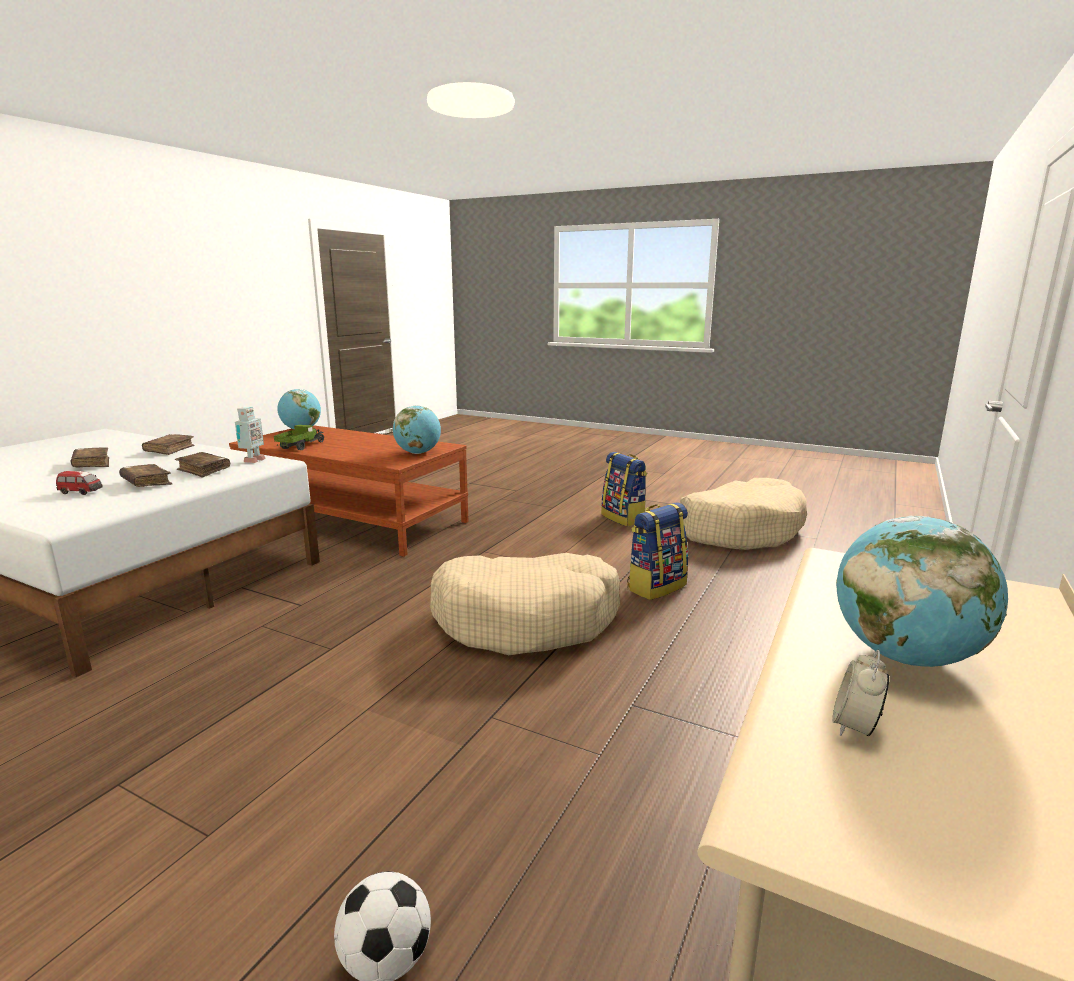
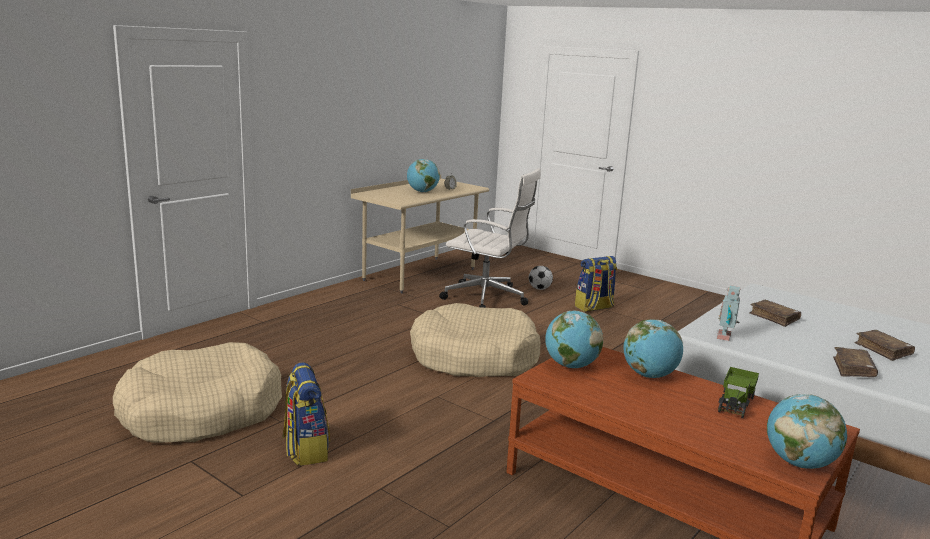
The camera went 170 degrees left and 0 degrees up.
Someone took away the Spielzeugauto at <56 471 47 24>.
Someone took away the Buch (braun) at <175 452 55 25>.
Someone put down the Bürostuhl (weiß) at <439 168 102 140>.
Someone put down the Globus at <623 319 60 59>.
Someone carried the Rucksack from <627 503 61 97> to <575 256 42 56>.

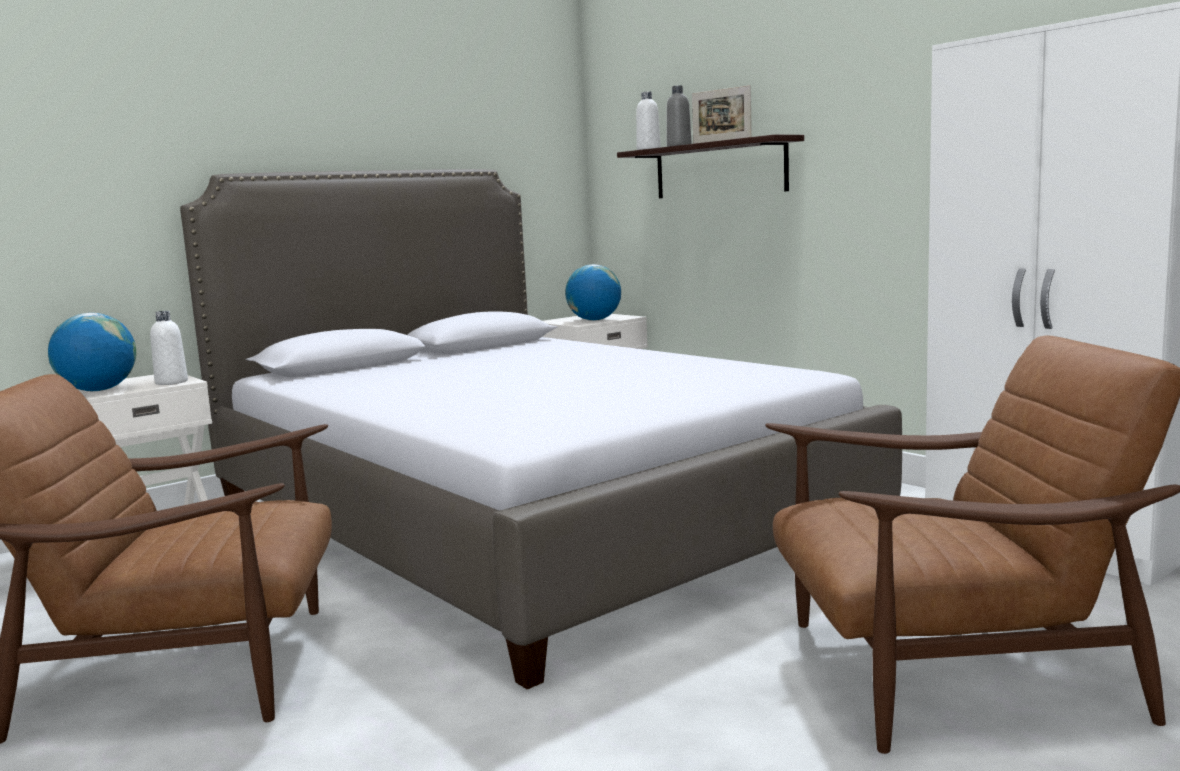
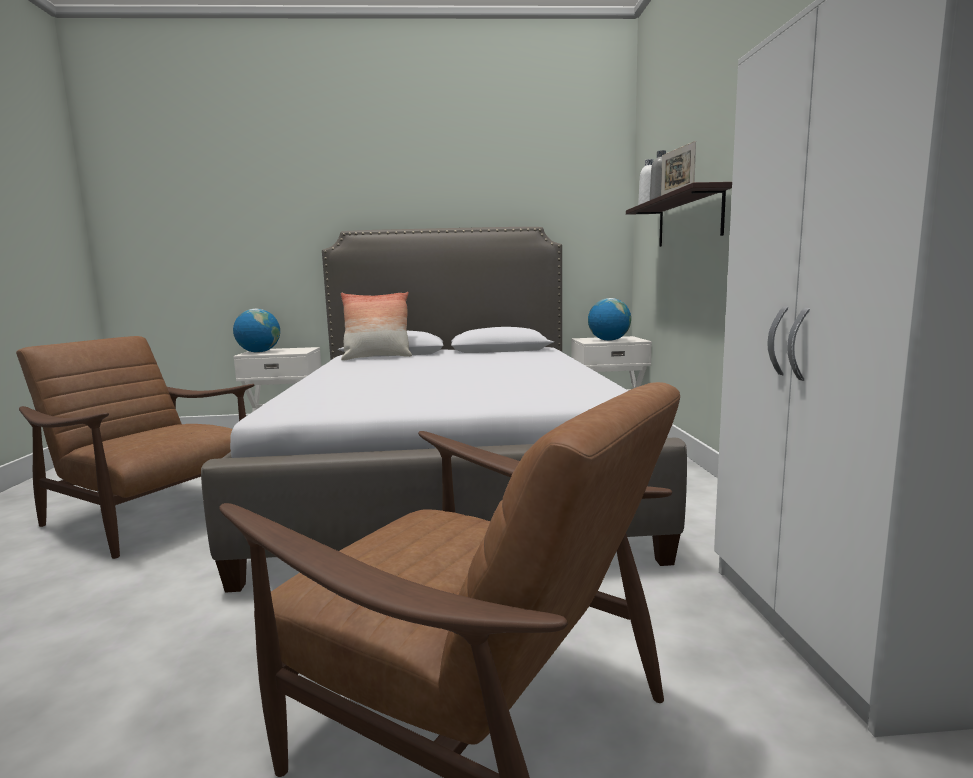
The camera went 35 degrees right and 0 degrees up.
Someone took away the Flasche (weiß) at <150 311 38 74>.
Someone put down the Kissen at <341 292 71 69>.

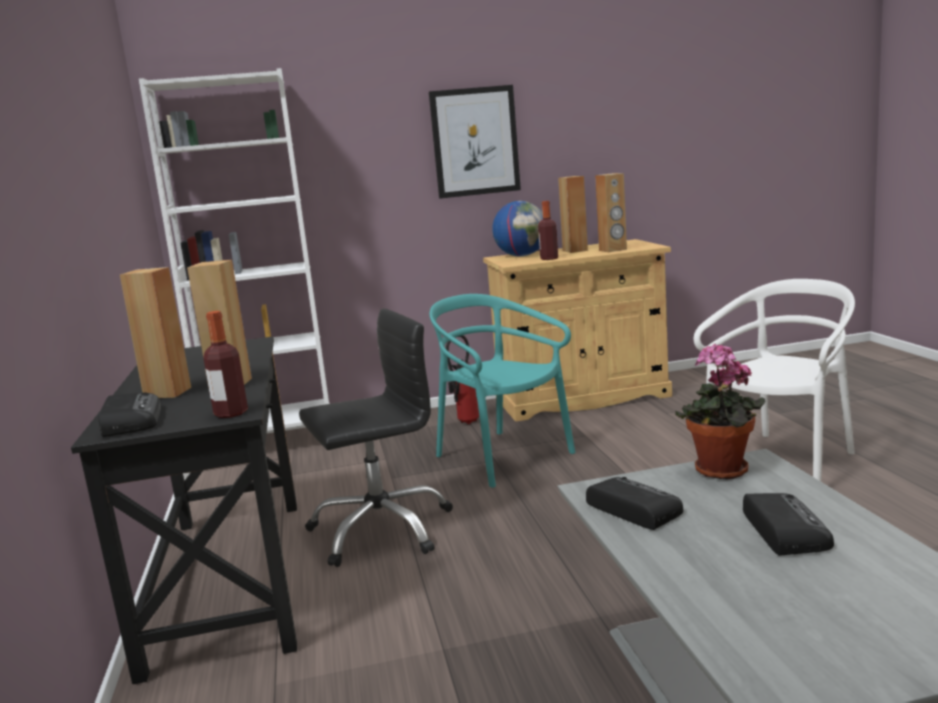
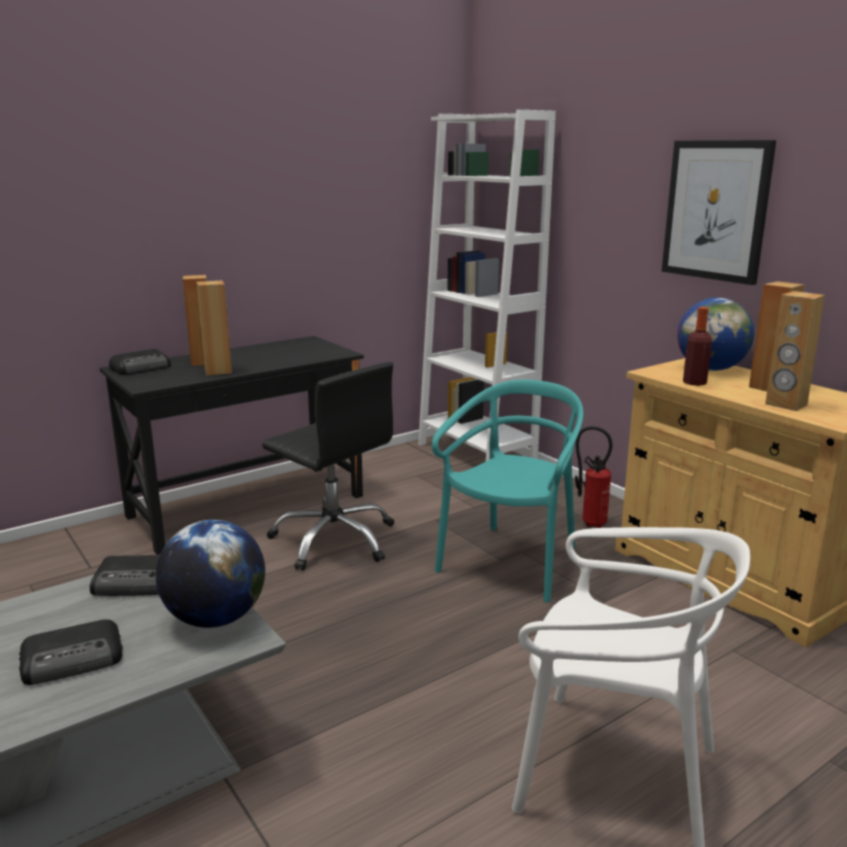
The camera went 65 degrees right and 5 degrees up.
Someone took away the Flasche at <203 311 45 107>.
Someone swapped the Topfpflanze at <675 344 90 136> for the Globus at <156 520 109 108>.
Someone rotated the Radio at <586 477 97 53> by 60 degrees clockwise.

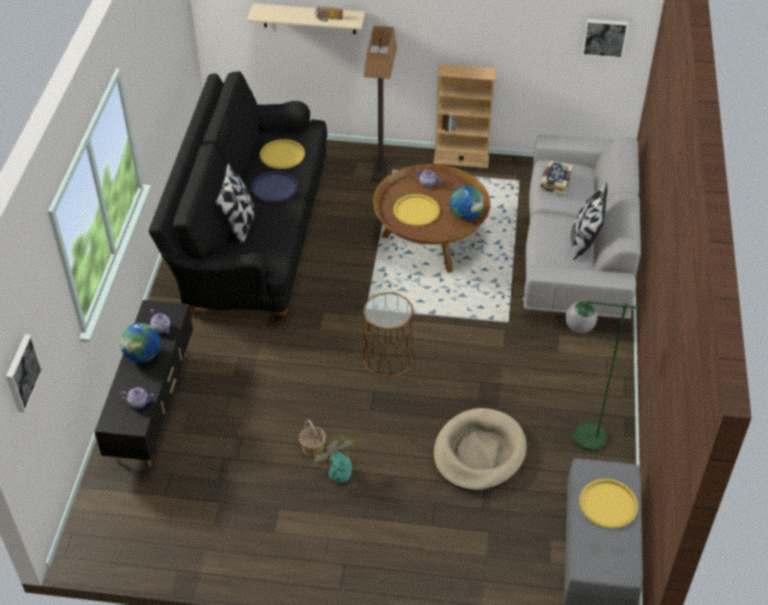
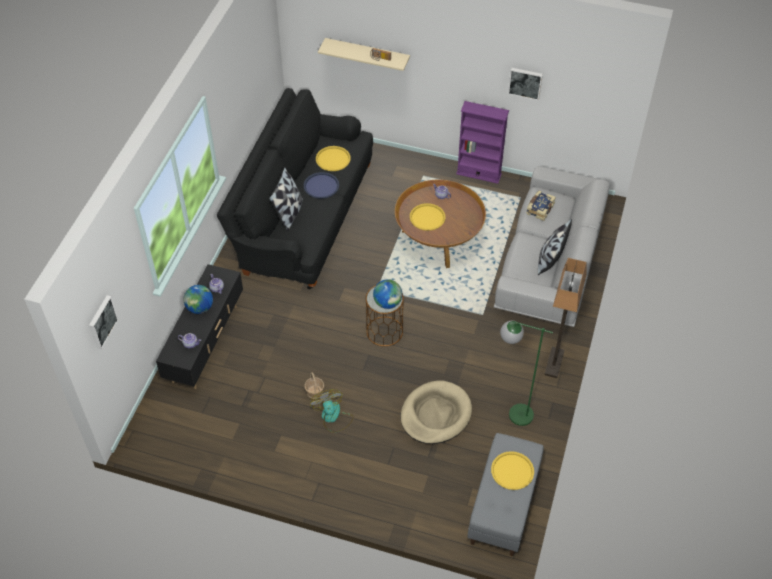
The camera went 10 degrees right and 5 degrees up.
Someone carried the Stehlampe from <364 25 33 157> to <545 258 41 120>.
Someone carried the Globus from <450 185 34 35> to <373 279 29 30>.
Someone carried the Bild from <582 19 46 39> to <508 68 35 33>.
Someone repainted the Bücherregal (beige) at <433 64 63 104>, which became the Bücherregal (lila) at <456 101 53 83>.

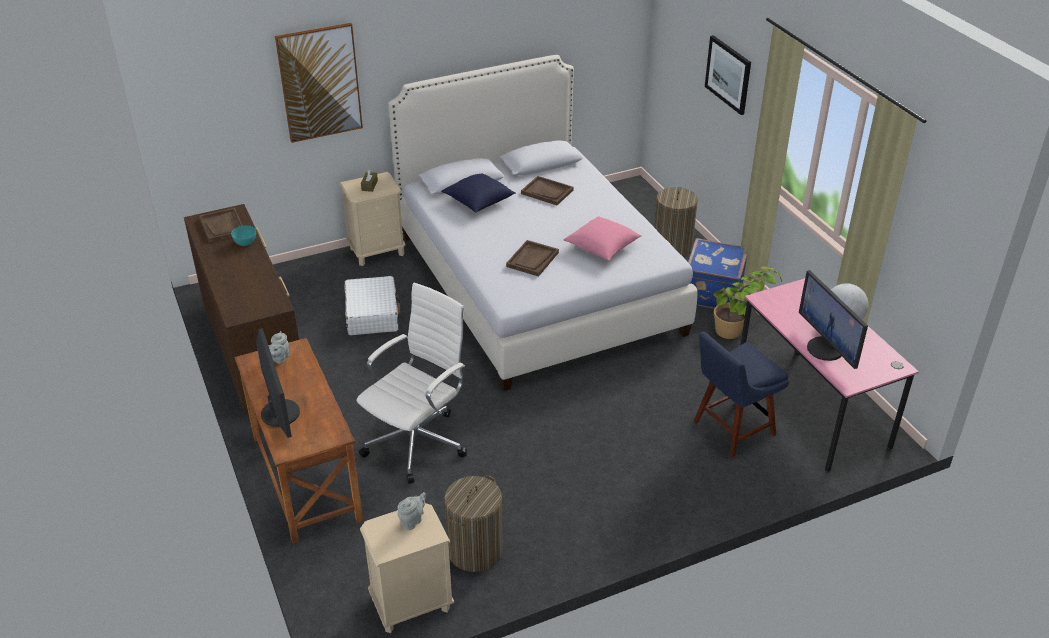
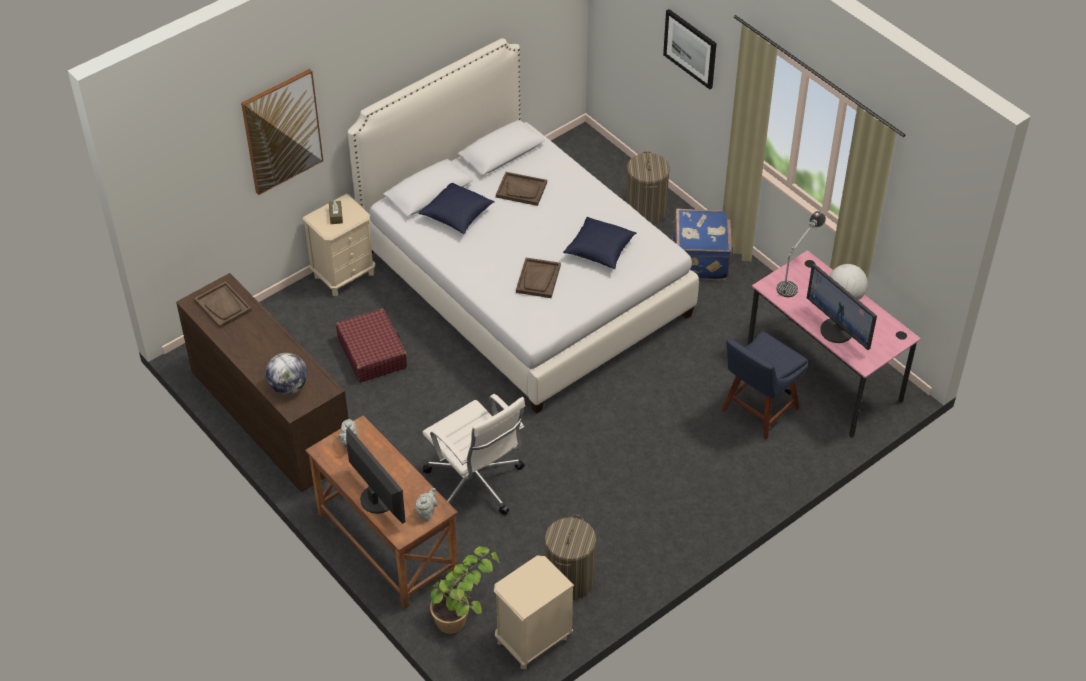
The camera went 15 degrees left and 10 degrees up.
Someone took away the Schüssel (türkis) at <231 226 25 20>.
Someone put down the Globus at <265 353 43 42>.
Someone put down the Tischlampe at <776 211 50 86>.
Someone carried the Teekanne (grau) from <397 492 29 38> to <416 488 21 34>.
Someone carried the Topfpflanze from <714 266 68 73> to <428 546 73 88>.
Someone repainted the Koffer (weiß) at <345 276 55 59>, which became the Koffer (rot) at <336 308 71 74>.
Someone repainted the Kissen (rosa) at <564 216 78 45>, which became the Kissen (blau) at <563 217 73 52>.
Someone rotated the Bürostuhl (weiß) at <357 283 110 201> by 120 degrees clockwise.

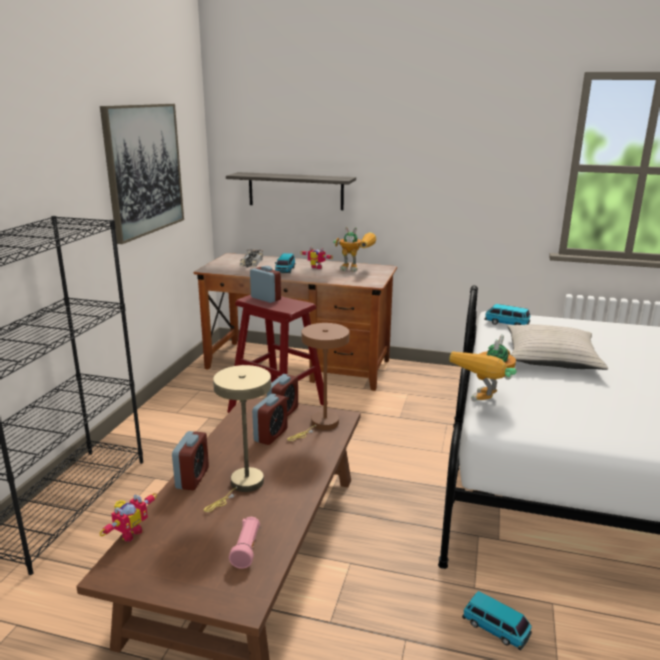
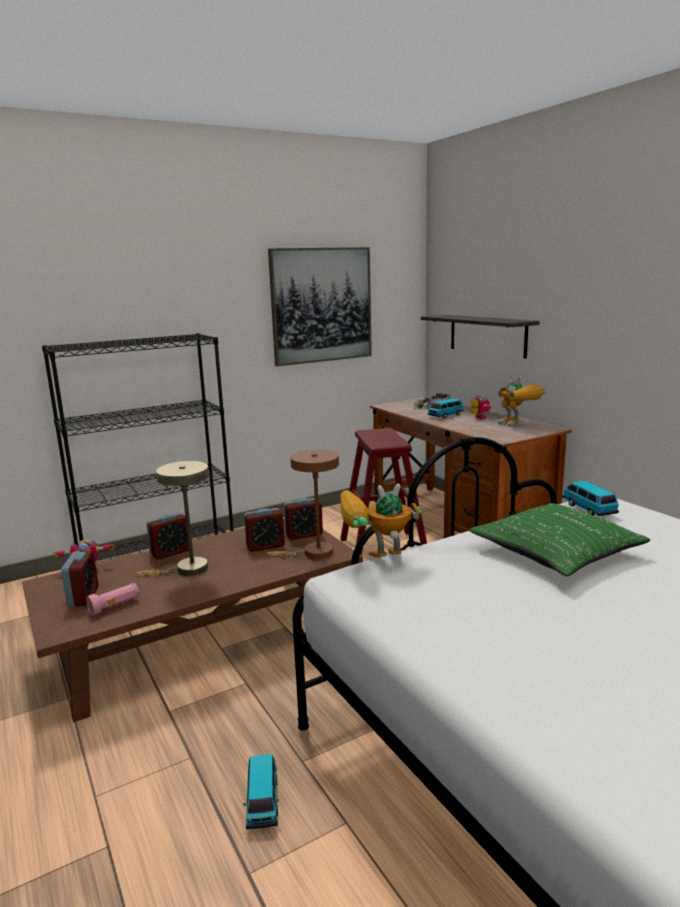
The camera went 45 degrees right and 5 degrees down.
Someone carried the Wecker from <250 266 31 37> to <61 550 38 57>.
Someone repainted the Kissen (beige) at <507 324 101 46>, which became the Kissen (grün) at <469 503 181 73>.

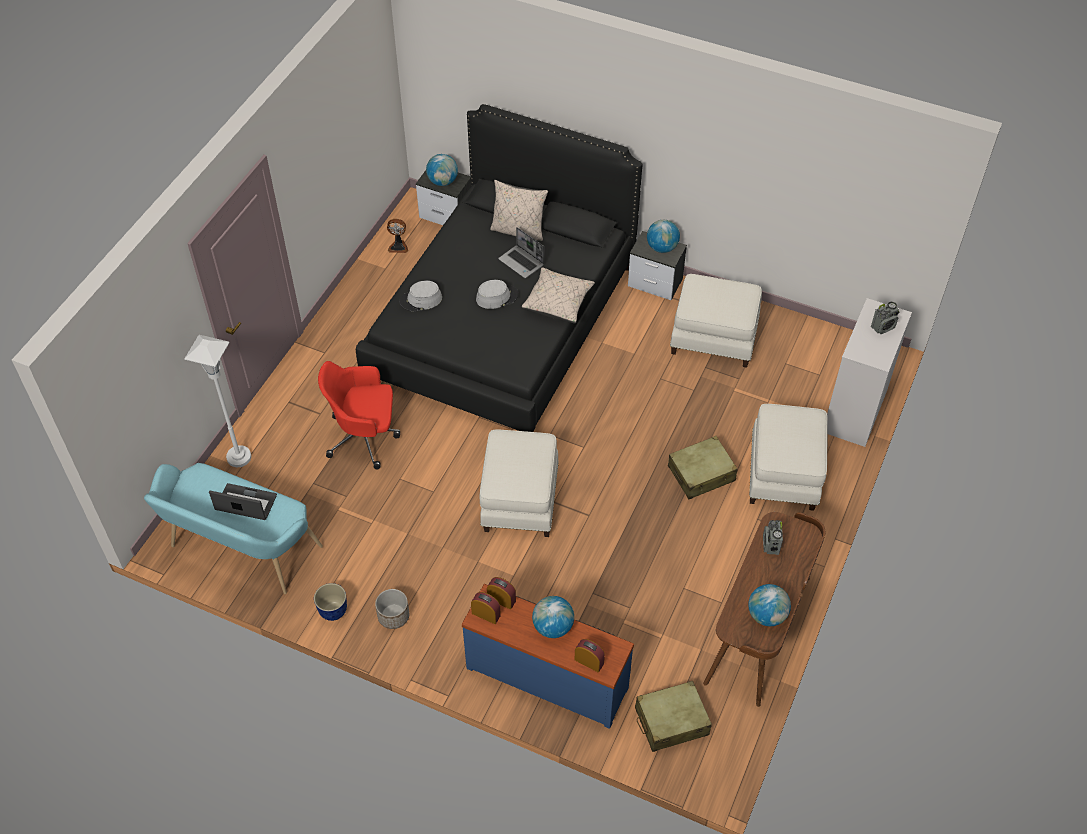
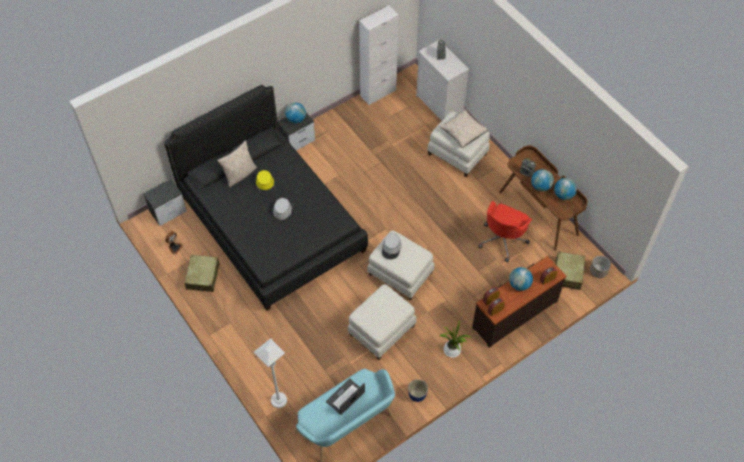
The camera went 60 degrees left and 5 degrees up.
Someone put down the Schrank (weiß) at <359 5 40 100>.
Someone put down the Topfpflanze at <439 320 33 38>.
Someone carried the Bürostuhl (rot) from <318 361 82 108> to <478 201 54 61>.
Someone carried the Pflanzkübel from <375 589 34 40> to <590 256 21 22>.
Someone carried the Hut (grau) from <399 281 43 31> to <382 233 19 26>.
Someone carried the Globus from <426 154 32 32> to <531 169 23 22>.
Someone carried the Kissen (beige) from <522 267 73 56> to <439 109 49 39>.
Someone carried the Koffer (beige) from <668 436 70 63> to <185 255 35 37>.
Someone carried the Polsterhocker (weiß) from <670 274 92 94> to <348 284 68 76>.
Someone swapped the Laptop at <498 227 46 51> for the Hut (gelb) at <256 170 19 25>.
Someone repainted the Kommode (blau) at <462 584 172 145>, which became the Kommode (braun) at <472 256 94 92>.

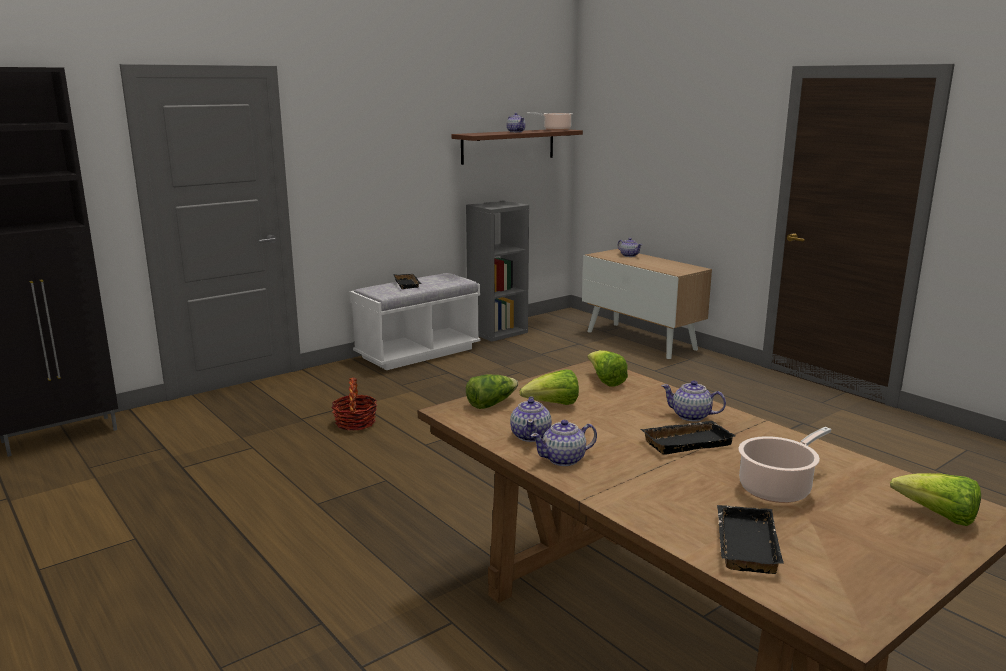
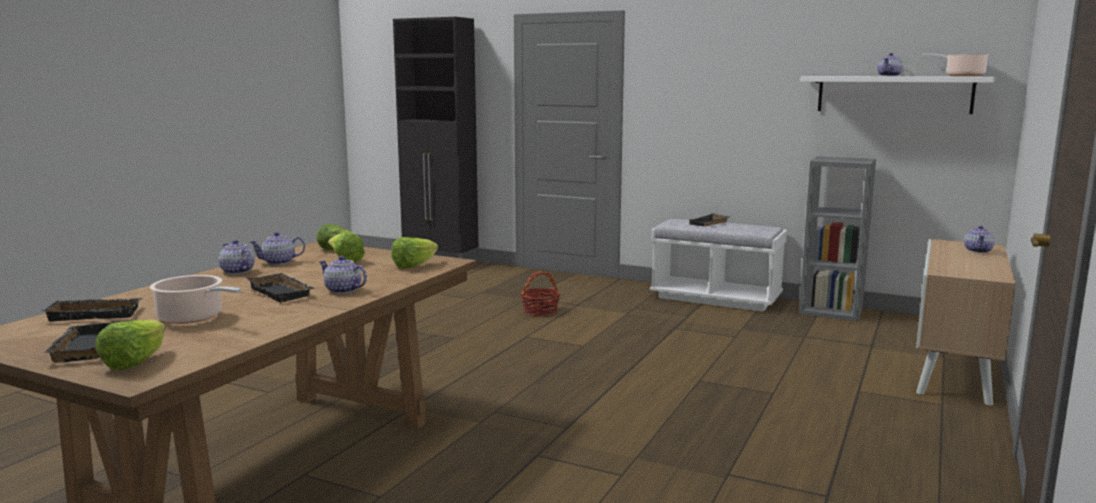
The camera went 65 degrees right and 5 degrees down.
Someone put down the Tablett (schwarz) at <44 321 77 42>.
Someone repainted the Wandregal (braun) at <451 129 132 36>, which became the Wandregal (weiß) at <800 76 195 38>.
Someone rotated the Teekanne at <661 380 65 41> by 60 degrees counterclockwise.

